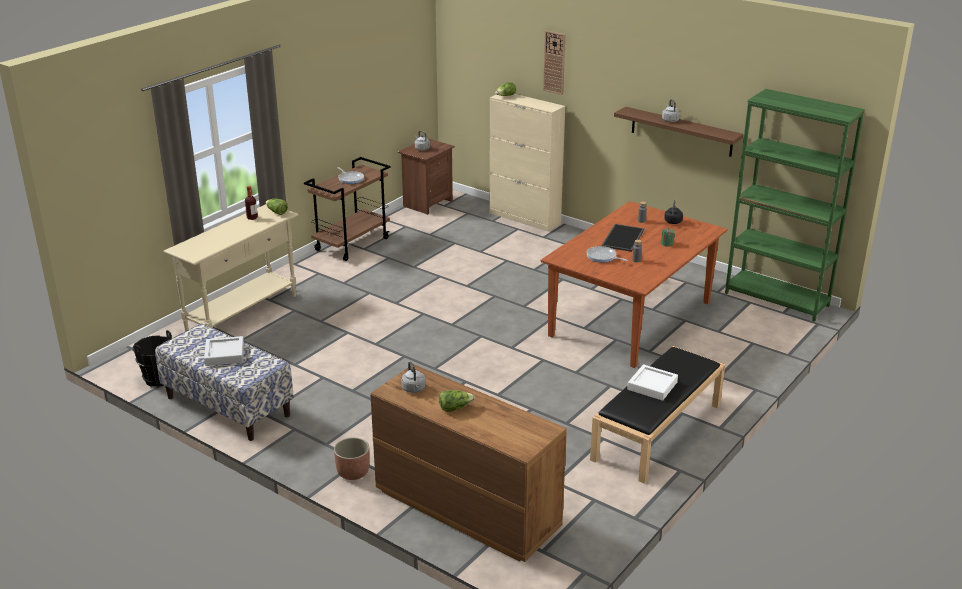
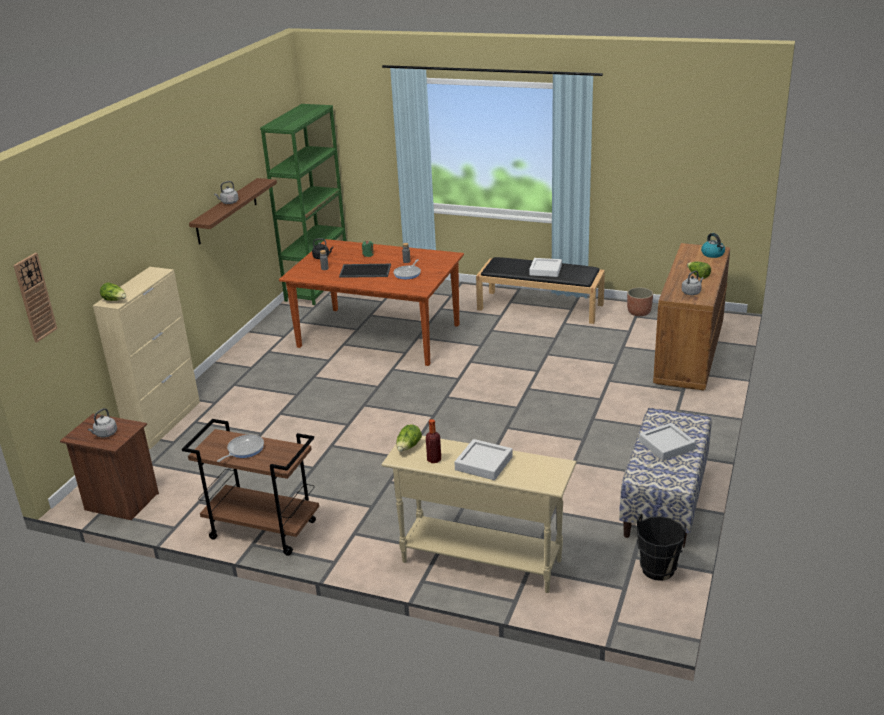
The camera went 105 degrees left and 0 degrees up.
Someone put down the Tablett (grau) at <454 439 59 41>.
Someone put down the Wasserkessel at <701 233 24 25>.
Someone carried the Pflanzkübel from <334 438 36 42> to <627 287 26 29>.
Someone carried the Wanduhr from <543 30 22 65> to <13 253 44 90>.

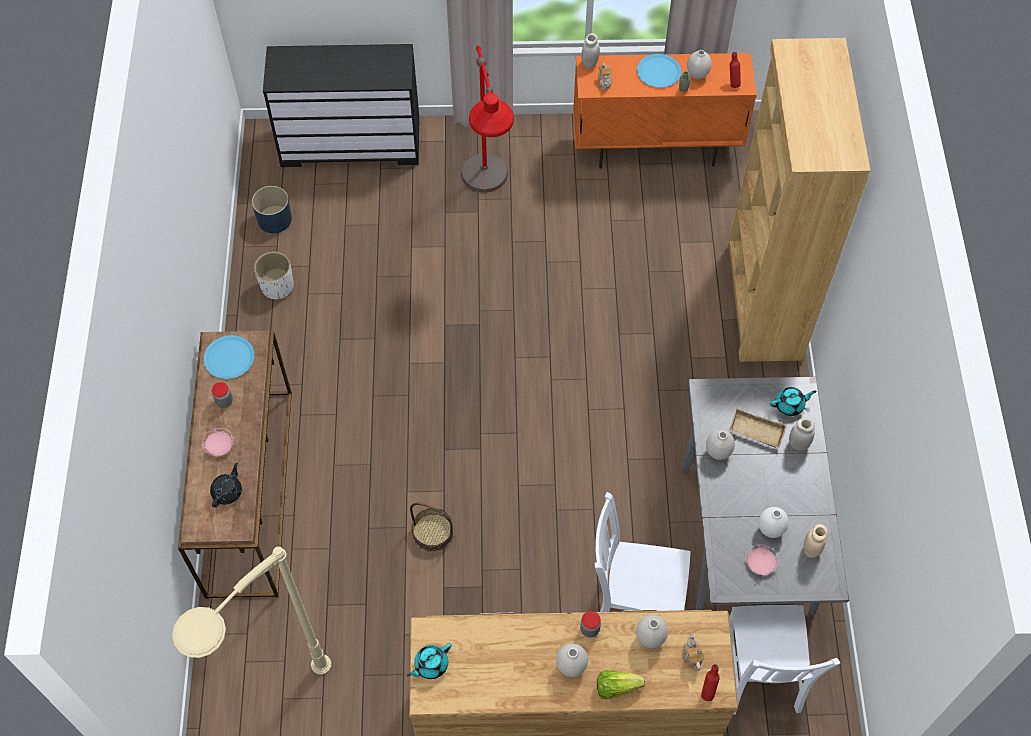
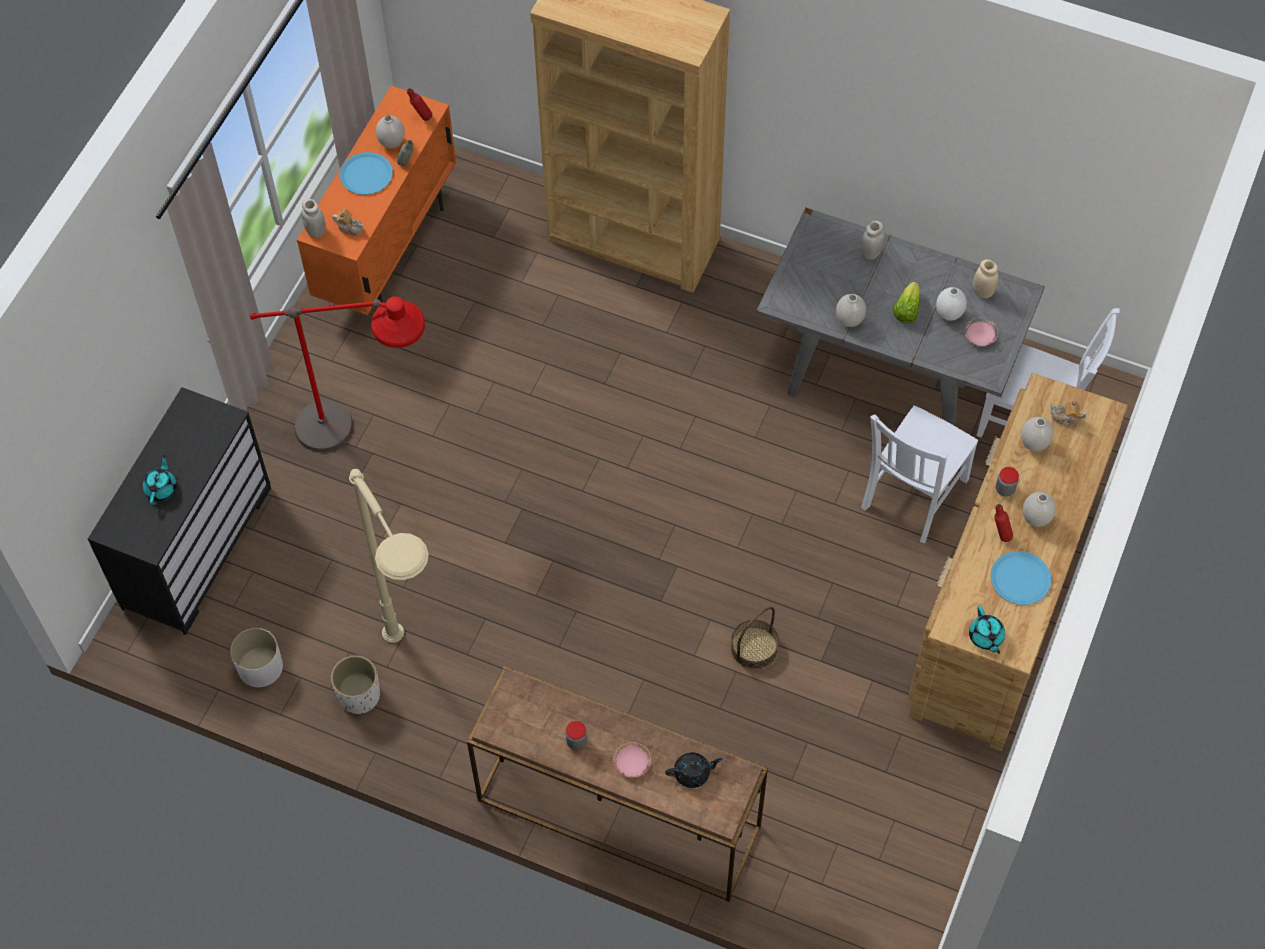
The camera went 65 degrees left and 0 degrees up.
Someone took away the Tablett (beige) at <728 408 59 40>.
Someone carried the Stehlampe (beige) from <172 547 160 128> to <349 469 80 174>.
Someone carried the Teller (blau) from <204 335 51 44> to <991 551 60 54>.
Someone carried the Salatkopf from <597 670 48 29> to <893 282 27 42>.
Someone carried the Flasche (rot) from <701 664 19 37> to <994 504 19 38>.
Someone carried the Teekanne (türkis) from <770 387 47 29> to <143 455 34 50>.
Someone repainted the Pflanzkübel (blau) at <252 186 40 47>, which became the Pflanzkübel (weiß) at <230 628 53 59>.
Someone rotated the Teekanne (schwarz) at <210 463 32 44> by 120 degrees clockwise.

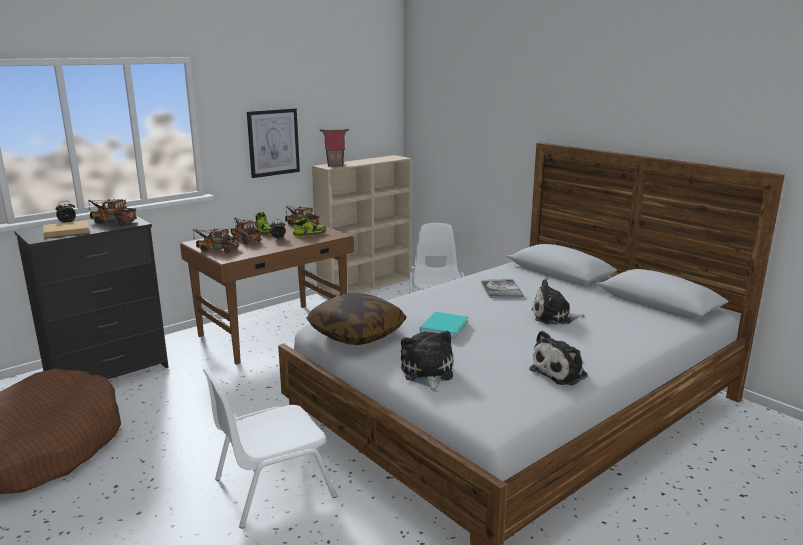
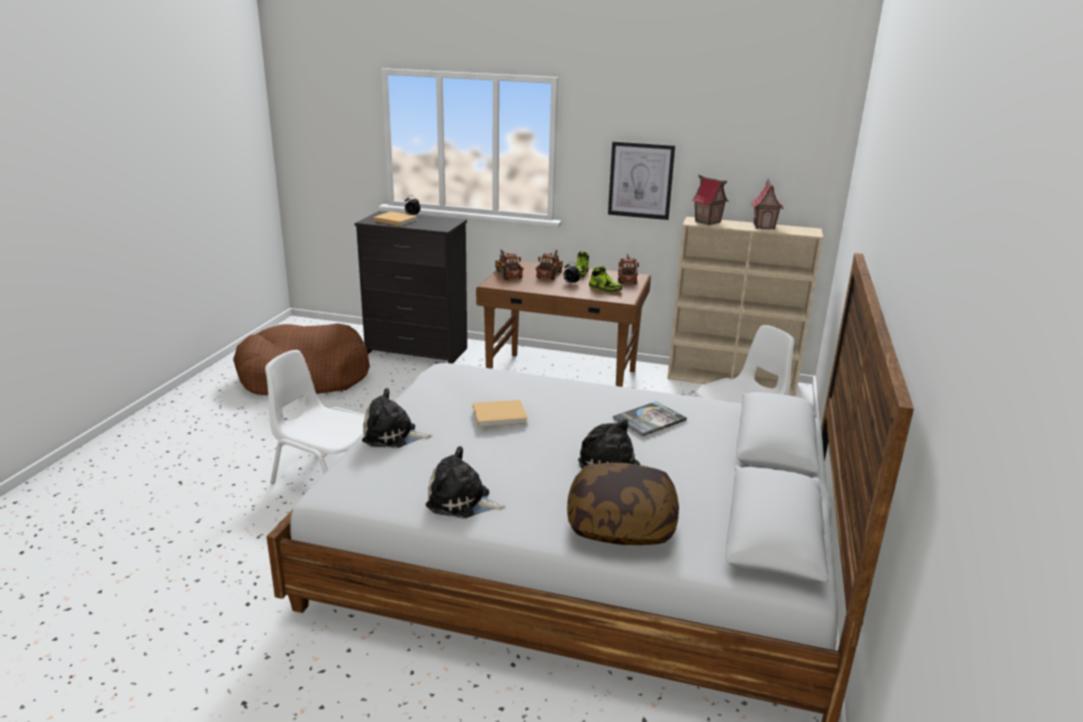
The camera went 55 degrees right and 5 degrees up.
Someone took away the Spielzeuglaster at <88 199 49 26>.
Someone put down the Spielzeughaus at <751 179 32 51>.
Someone carried the Kissen from <306 293 101 52> to <567 463 112 82>.
Someone repainted the Buch (türkis) at <420 312 48 26>, which became the Buch (beige) at <473 400 55 27>.
Someone rotated the Plüschtier at <401 331 52 61> by 135 degrees counterclockwise.

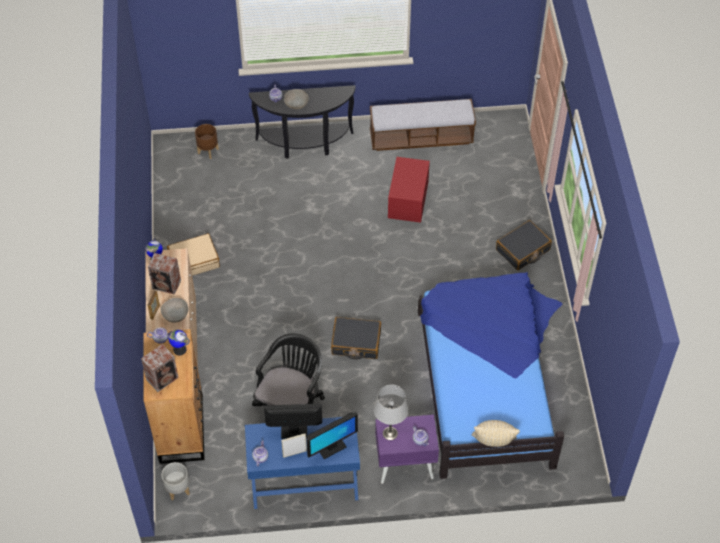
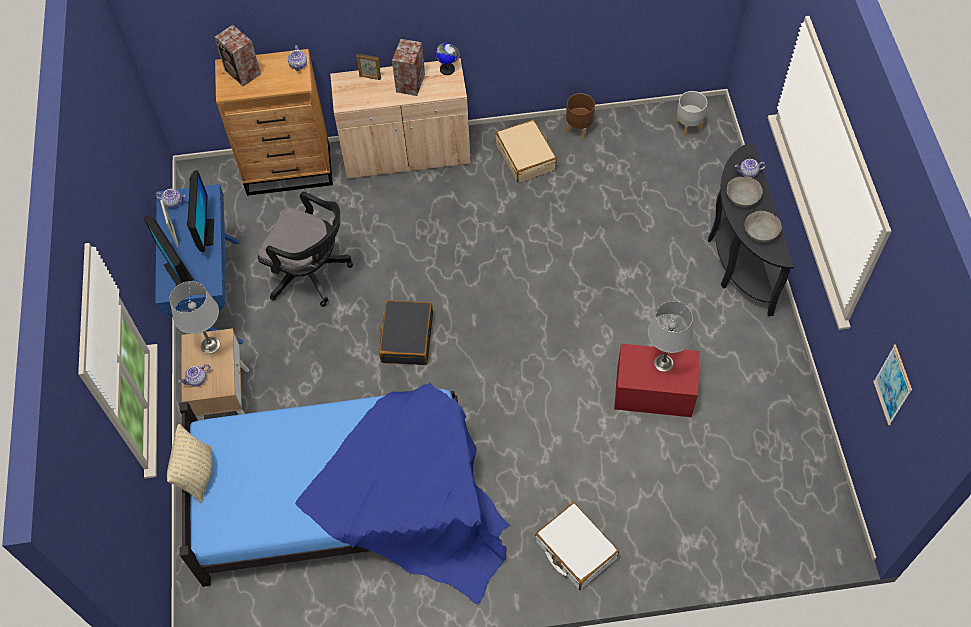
The camera went 90 degrees right and 5 degrees up.
Someone took away the Globus at <169 330 21 25>.
Someone took away the Bank at <370 99 106 52>.
Someone put down the Tischlampe (grau) at <648 301 45 71>.
Someone put up the Bild at <873 344 39 81>.
Someone carried the Schüssel (grau) from <161 298 28 25> to <745 211 37 31>.
Someone carried the Pflanzkübel (grau) from <162 462 28 38> to <675 91 33 46>.
Someone carried the Pflanzkübel (braun) from <195 124 24 35> to <566 93 29 47>.
Someone repainted the Nachttisch (lila) at <375 415 64 69>, which became the Nachttisch (beige) at <181 328 68 92>.
Someone repainted the Koffer (schwarz) at <496 220 56 50>, which became the Koffer (weiß) at <535 502 84 88>.

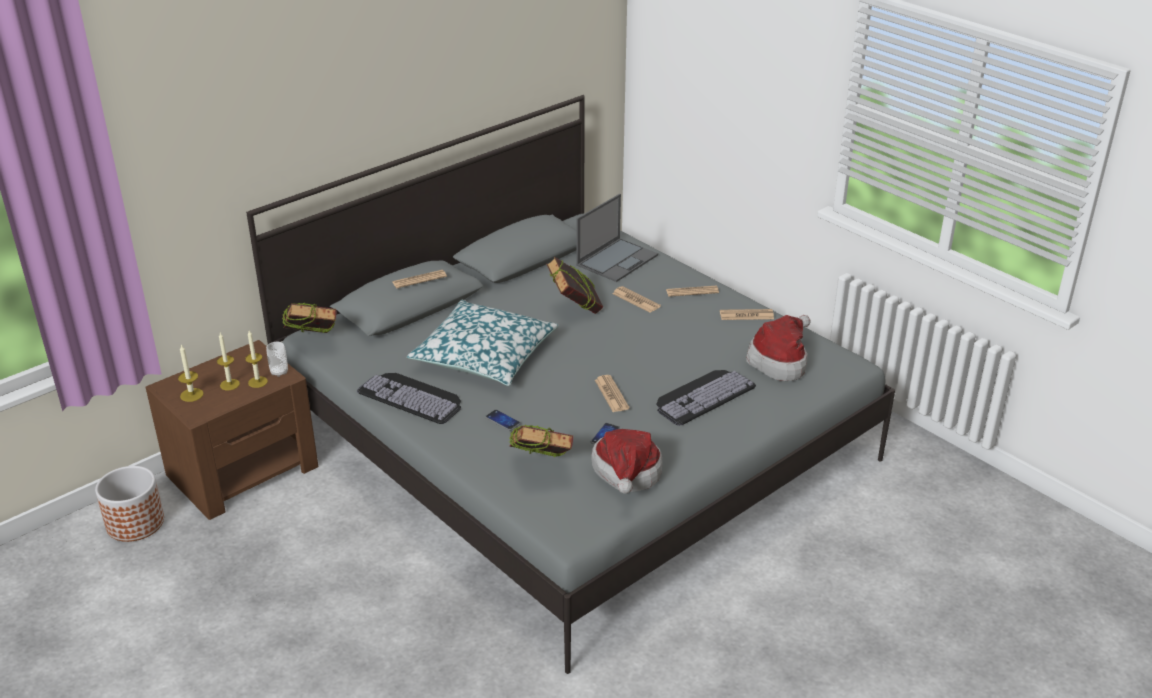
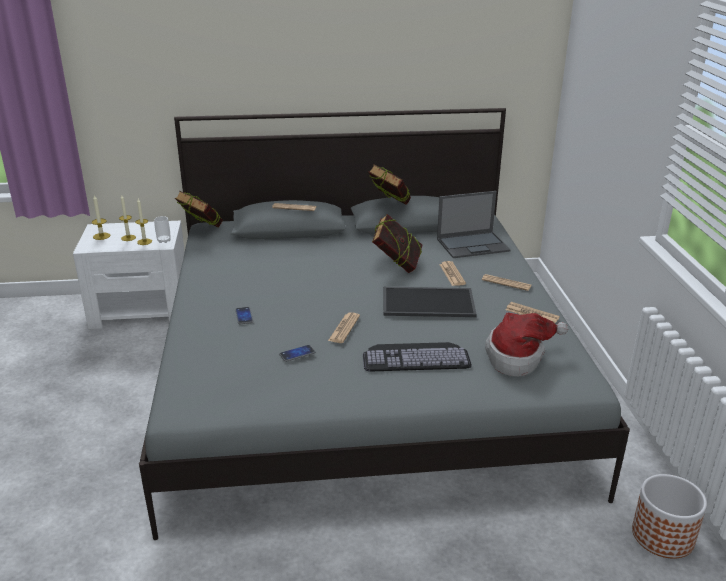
The camera went 35 degrees right and 5 degrees down.
Someone took away the Tastatur at <357 373 104 51>.
Someone took away the Kissen at <407 300 151 86>.
Someone took away the Hut at <592 429 71 65>.
Someone put down the Tablett at <384 287 93 30>.
Someone carried the Pflanzkübel from <95 466 69 76> to <632 474 75 85>.
Someone carried the Buch from <509 425 64 32> to <369 164 42 41>.
Someone repainted the Nachttisch (braun) at <146 340 172 180>, which became the Nachttisch (weiß) at <73 221 112 108>.

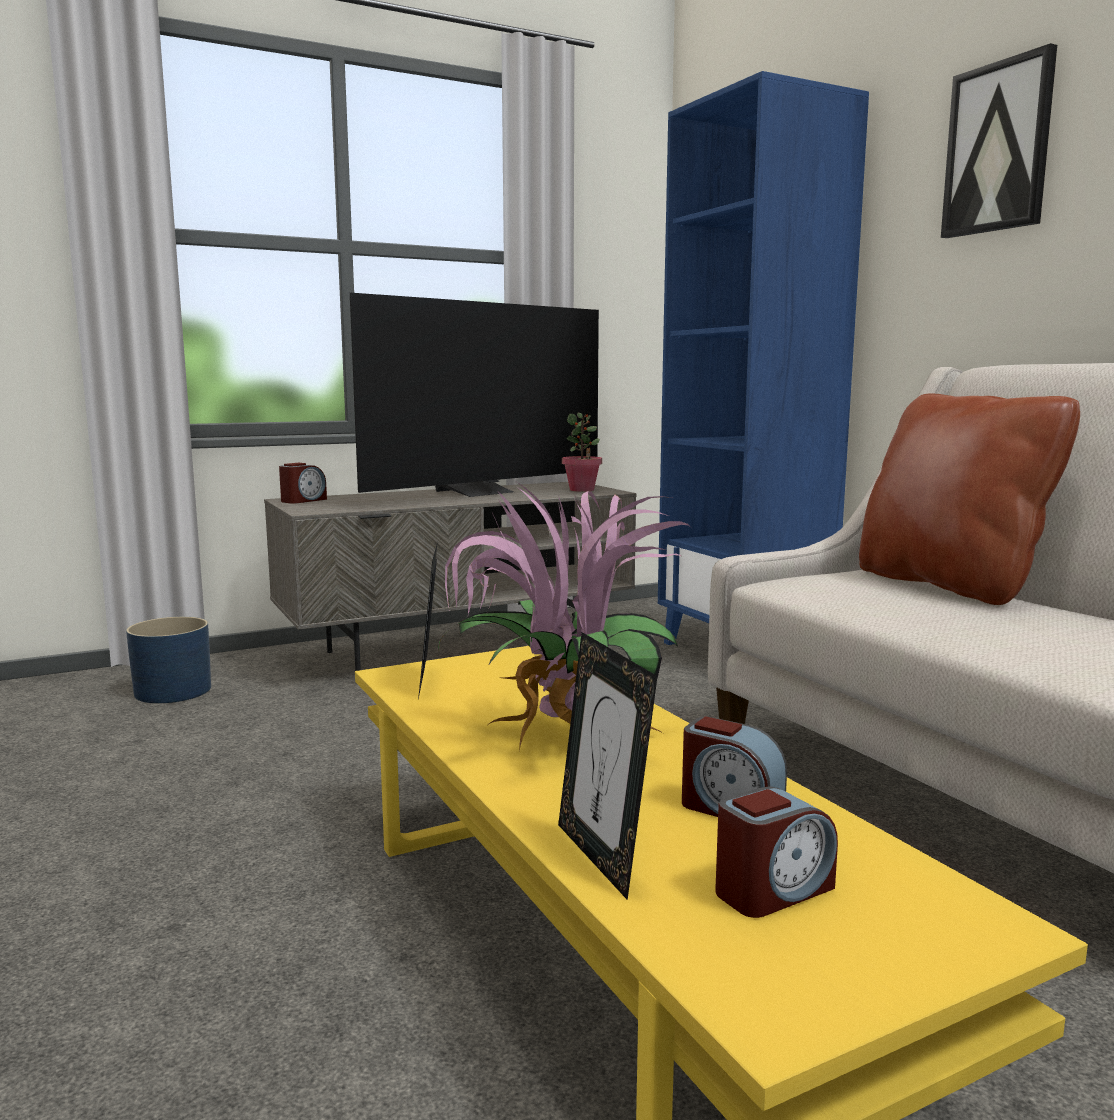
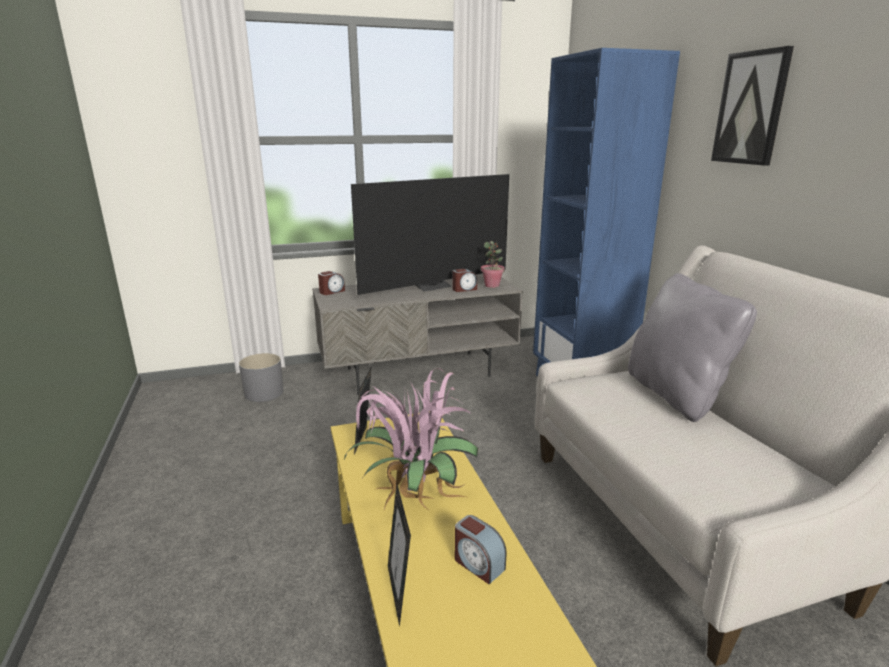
The camera went 10 degrees right and 10 degrees up.
Someone carried the Wecker from <715 786 123 132> to <453 269 24 23>.
Someone repainted the Pflanzkübel (blau) at <126 617 85 86>, which became the Pflanzkübel (grau) at <239 353 44 49>.
Someone repainted the Kissen (braun) at <859 393 221 212>, which became the Kissen (grau) at <628 273 129 149>.

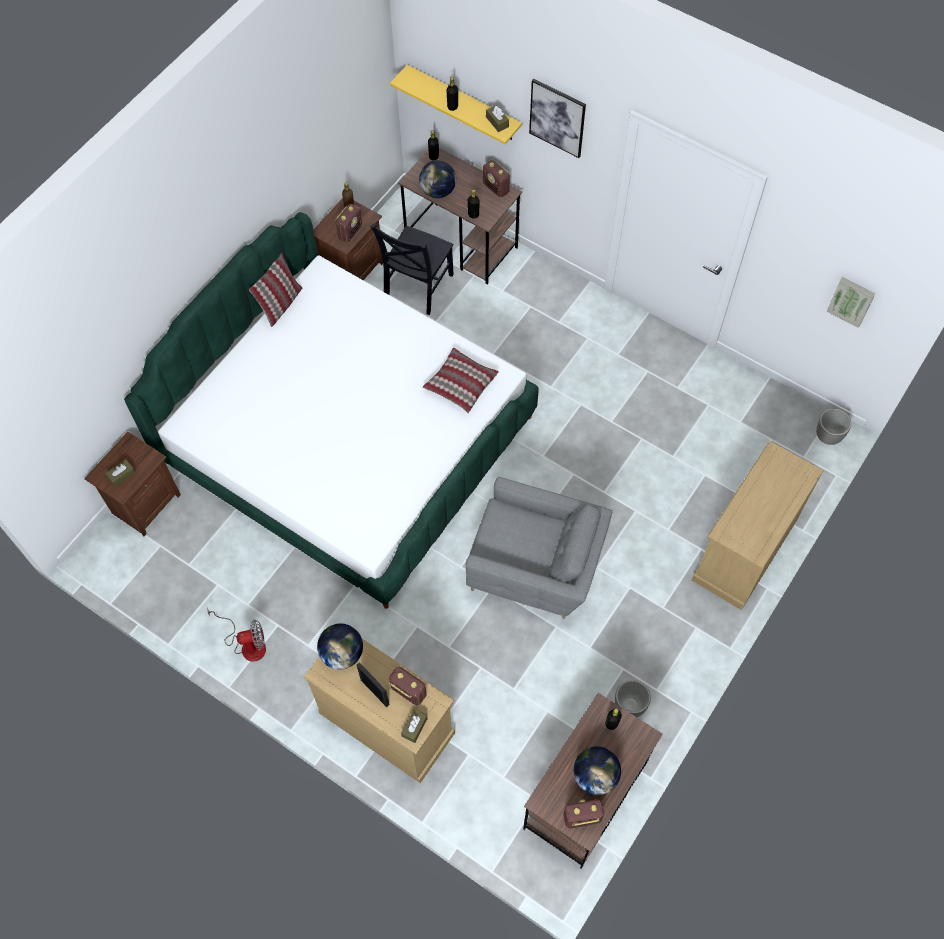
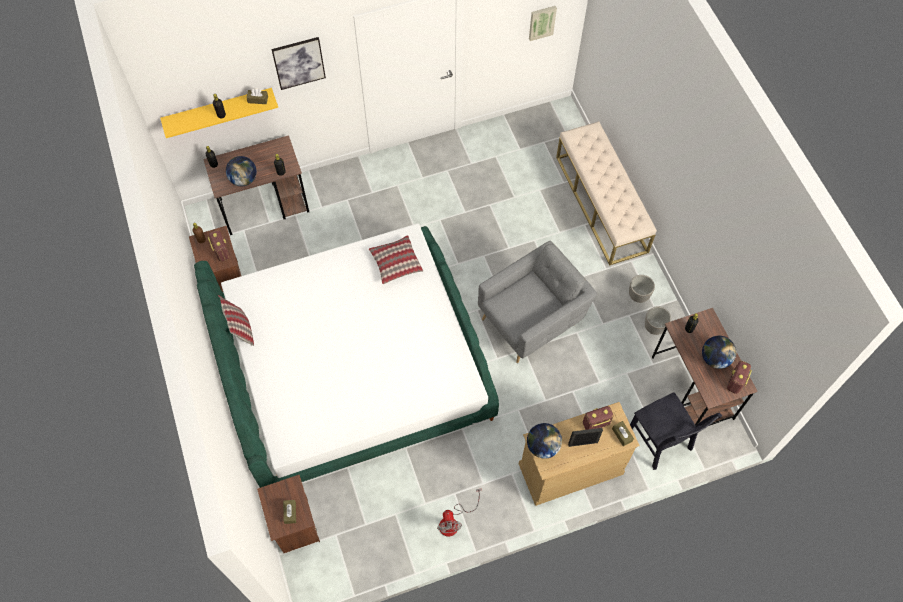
The camera went 55 degrees left and 0 degrees up.
Someone took away the Radio at <483 160 28 38>.
Someone carried the Stuhl (schwarz) from <370 223 84 92> to <630 392 93 78>.
Someone carried the Pflanzkübel from <816 408 35 37> to <629 275 26 28>.
Someone swapped the Kommode (beige) at <692 441 131 169> for the Bank (beige) at <556 121 101 145>.
Someone rotated the Ventilator at <207 608 59 54> by 150 degrees clockwise.

